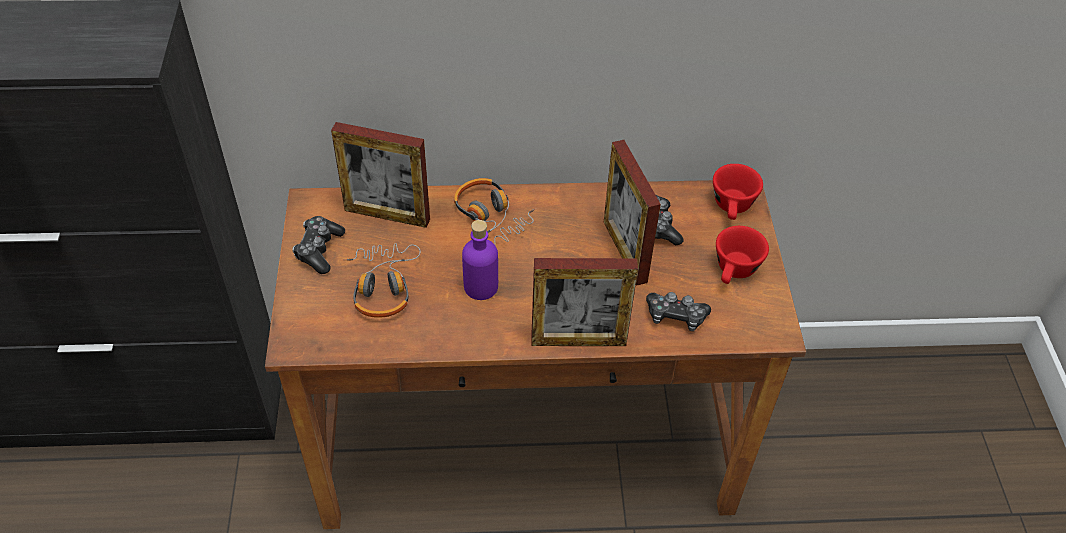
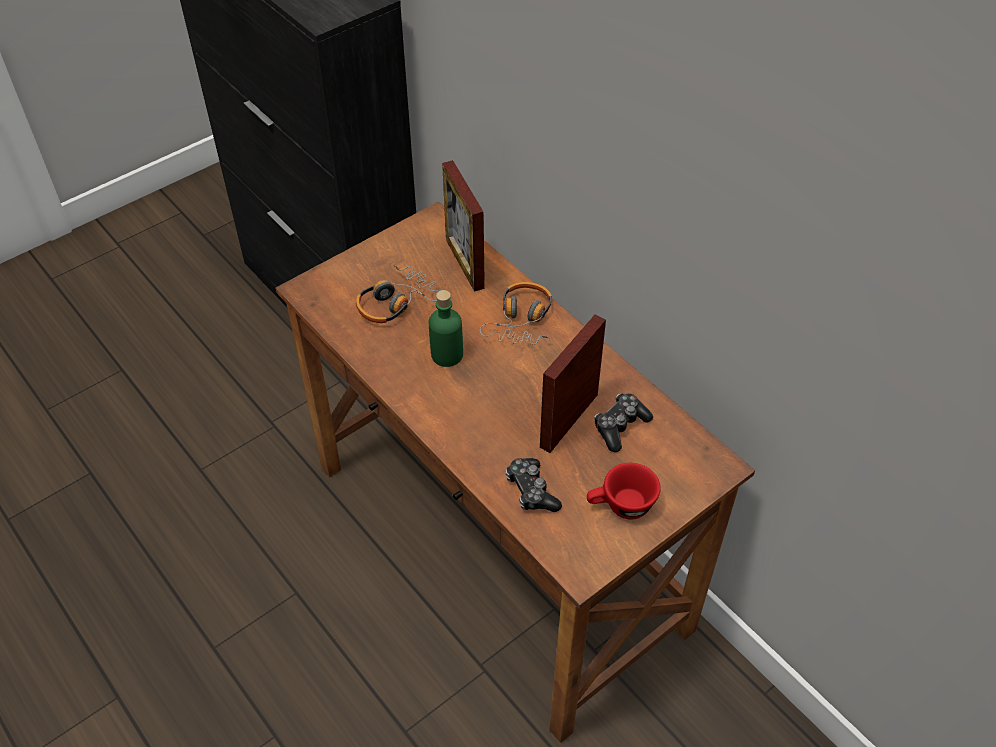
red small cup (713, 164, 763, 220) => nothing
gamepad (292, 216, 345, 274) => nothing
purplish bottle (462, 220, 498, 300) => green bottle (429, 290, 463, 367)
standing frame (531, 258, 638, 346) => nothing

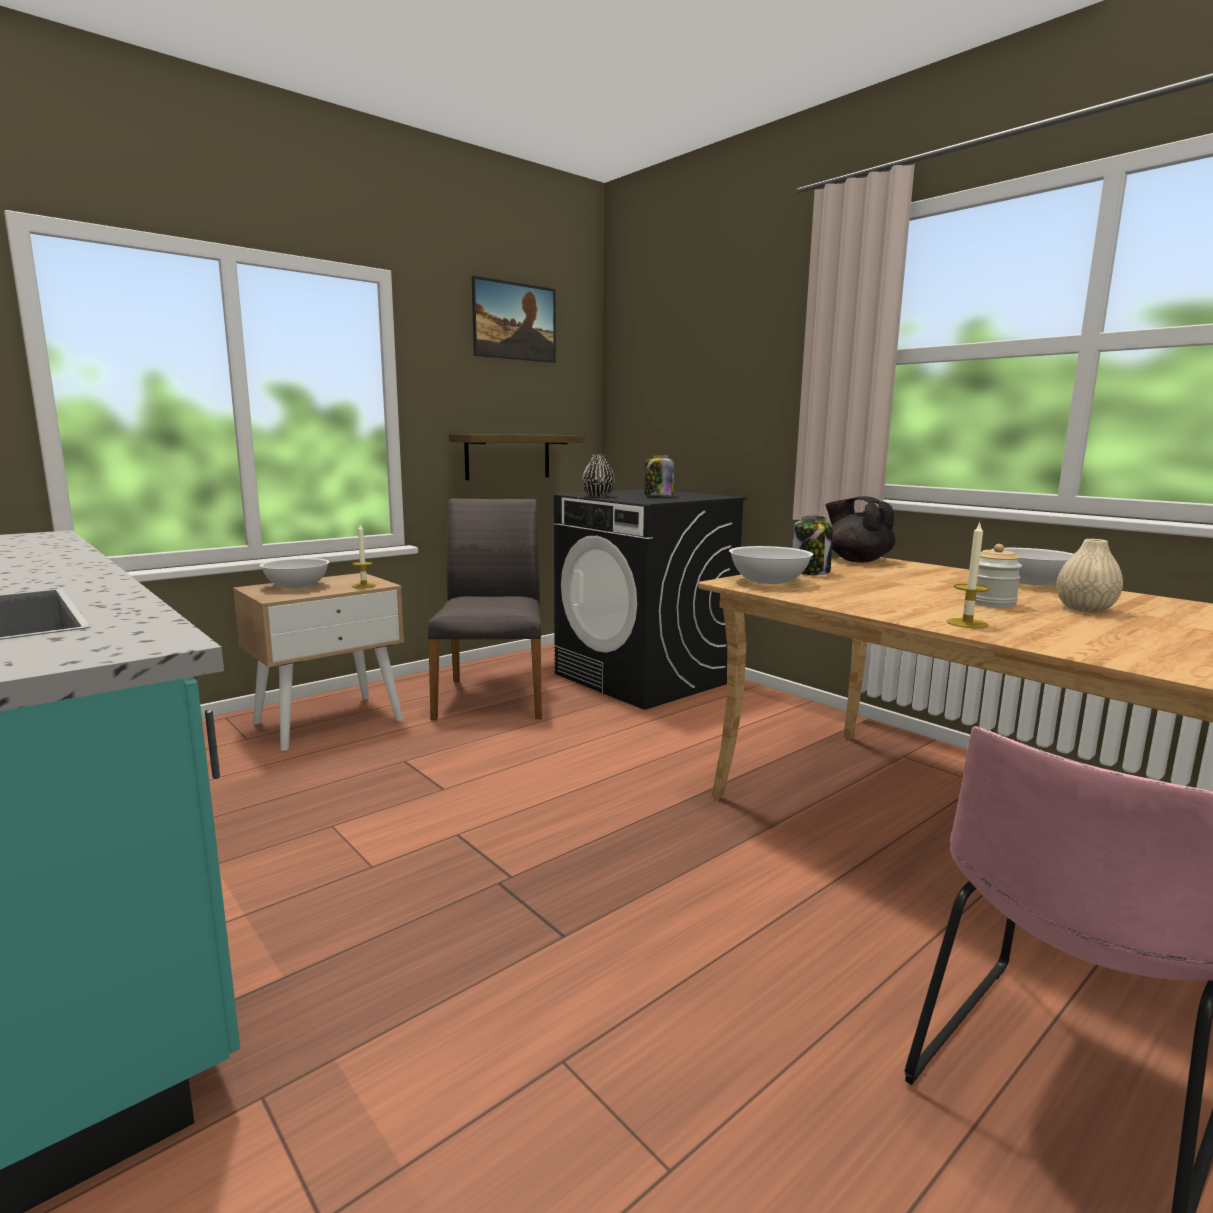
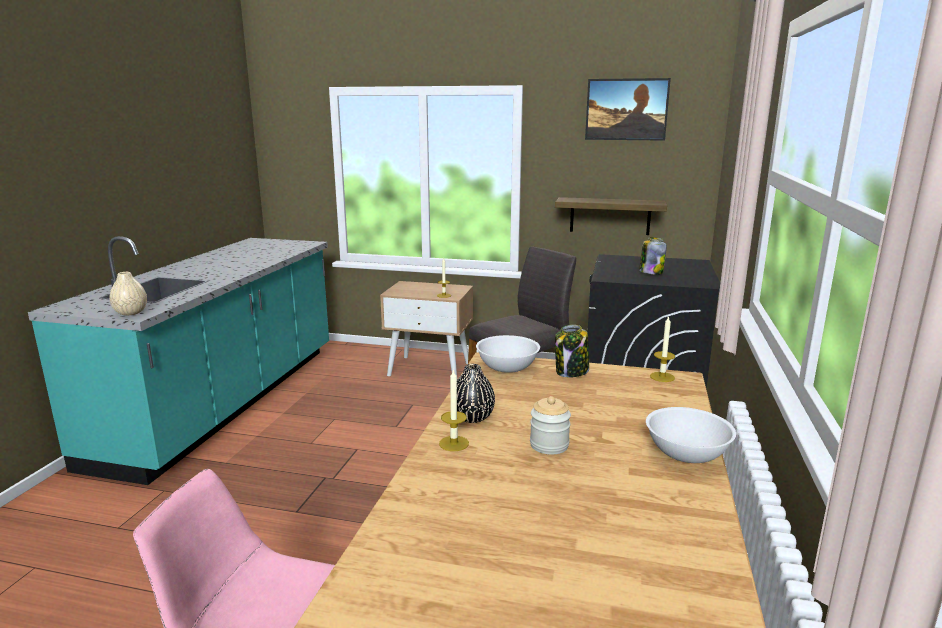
black-coloured decorative vase (582, 454, 615, 497) => black-coloured decorative vase (457, 364, 495, 423), moved
black-coloured pot for tea (825, 496, 895, 562) => candle (650, 316, 675, 382)
beige decorative vase (1056, 539, 1123, 612) => beige decorative vase (109, 272, 147, 315), moved
white-coloured deep dish (260, 558, 330, 588) => nothing

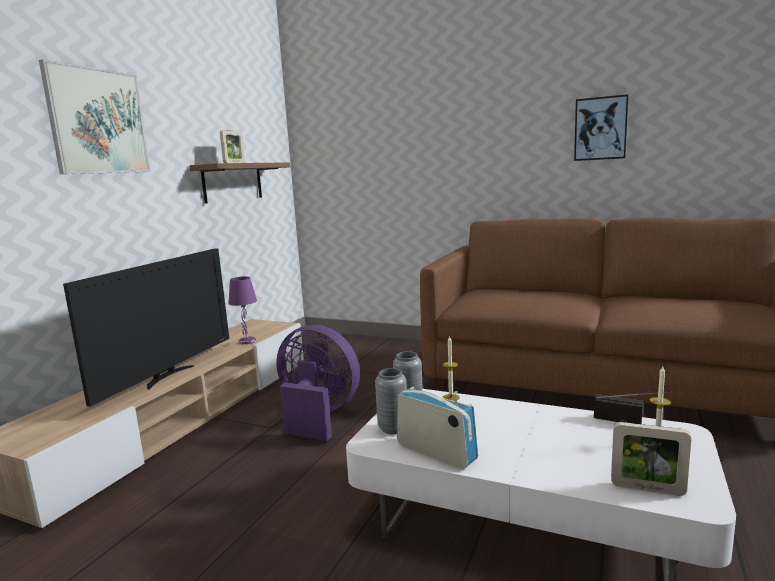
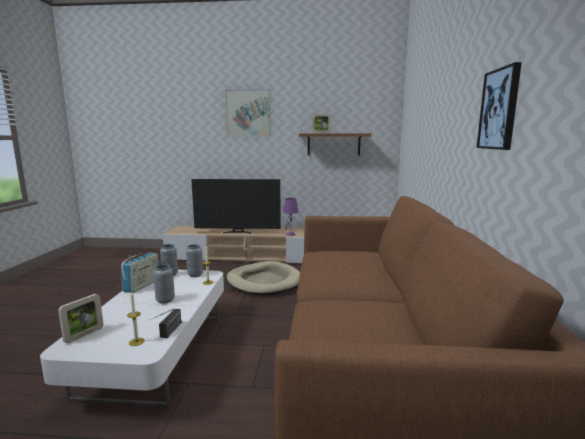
purplish cooling fan (276, 325, 360, 441) => beige dog bed (227, 261, 300, 296)
standing frame (611, 422, 691, 496) => standing frame (58, 294, 103, 343), 150 degrees counterclockwise
nothing => grey decorative vase (153, 264, 175, 304)

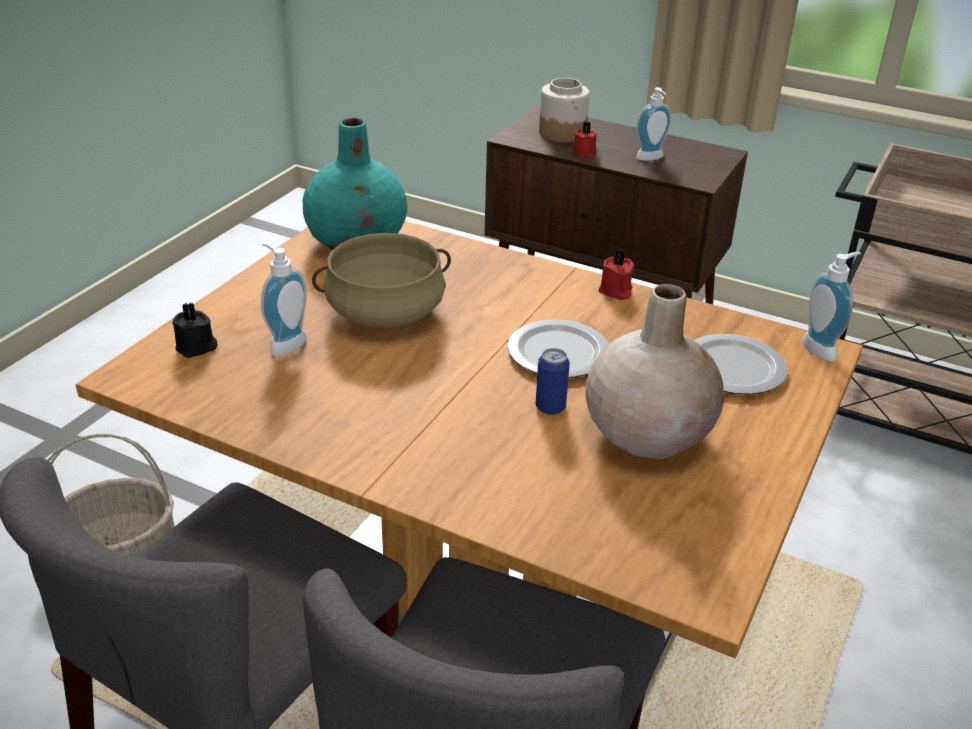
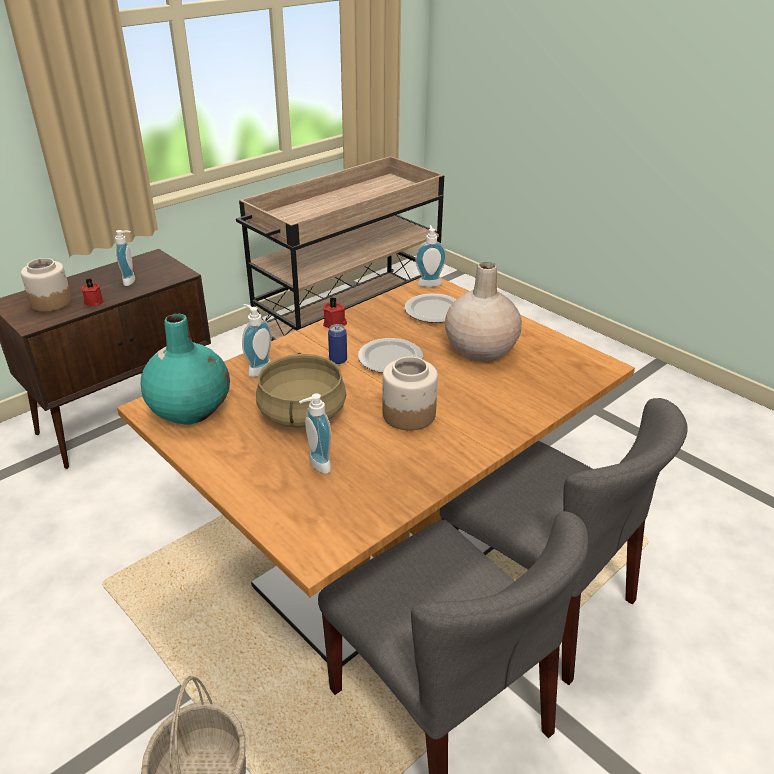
black-coloured candle (172, 303, 218, 358) => nothing
sealed can (536, 348, 570, 415) => sealed can (328, 324, 347, 364), moved
nothing => liquid soap bottle (242, 304, 272, 377)
nothing => storage jar (382, 356, 438, 430)

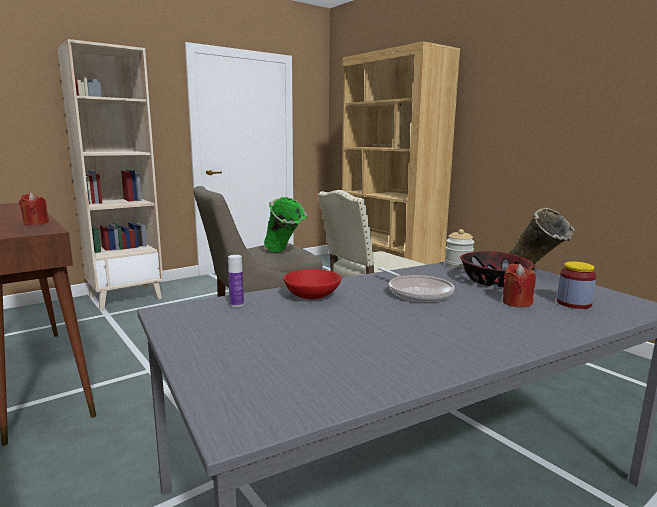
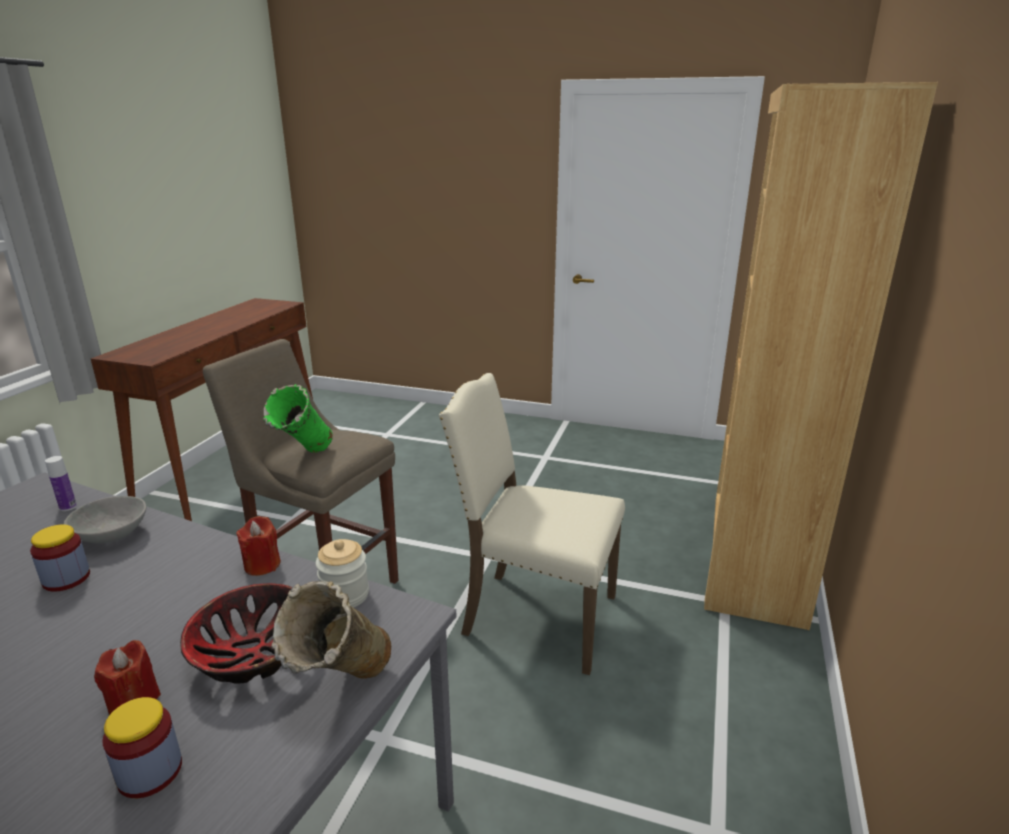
beige bookcase (57, 39, 163, 311) => nothing
red candle (19, 192, 49, 226) => red candle (236, 516, 281, 576), moved
pan (378, 267, 454, 302) => nothing
red deep dish (283, 269, 342, 299) => grey deep dish (64, 496, 146, 544)
nothing => storage jar (30, 524, 90, 592)

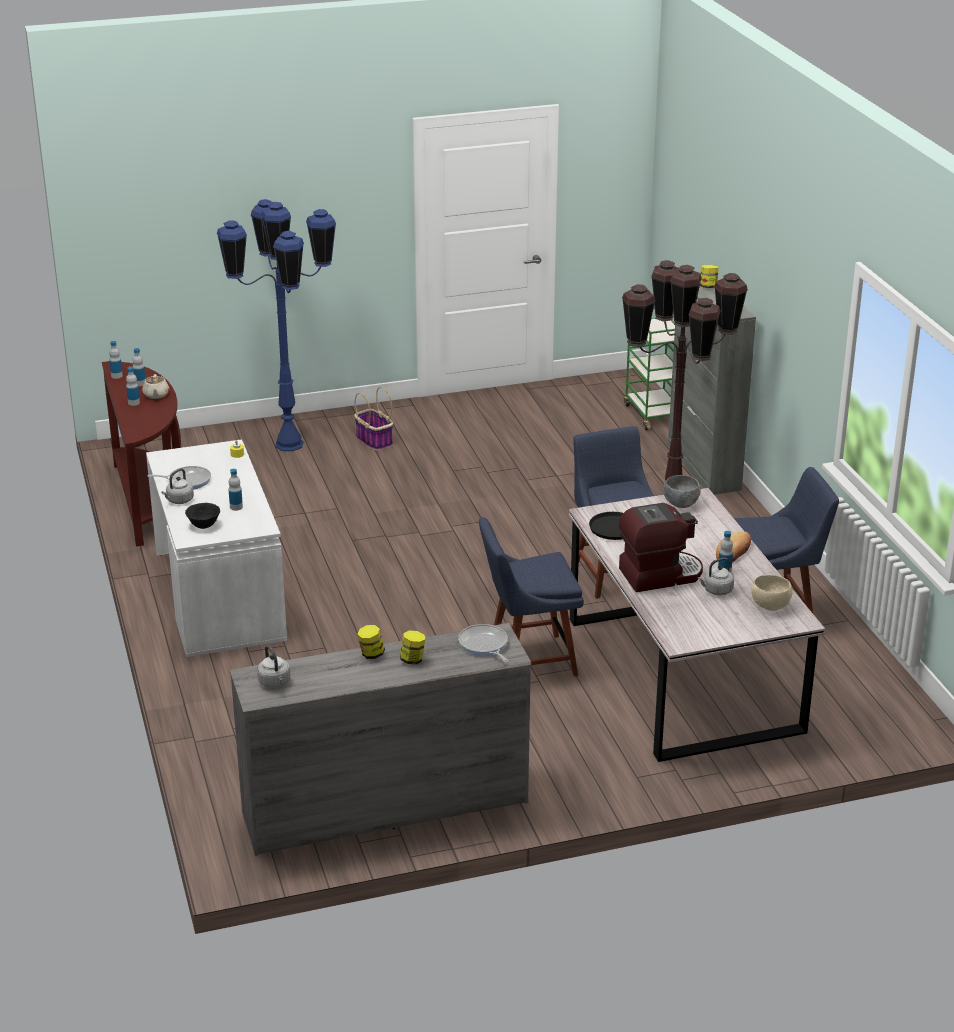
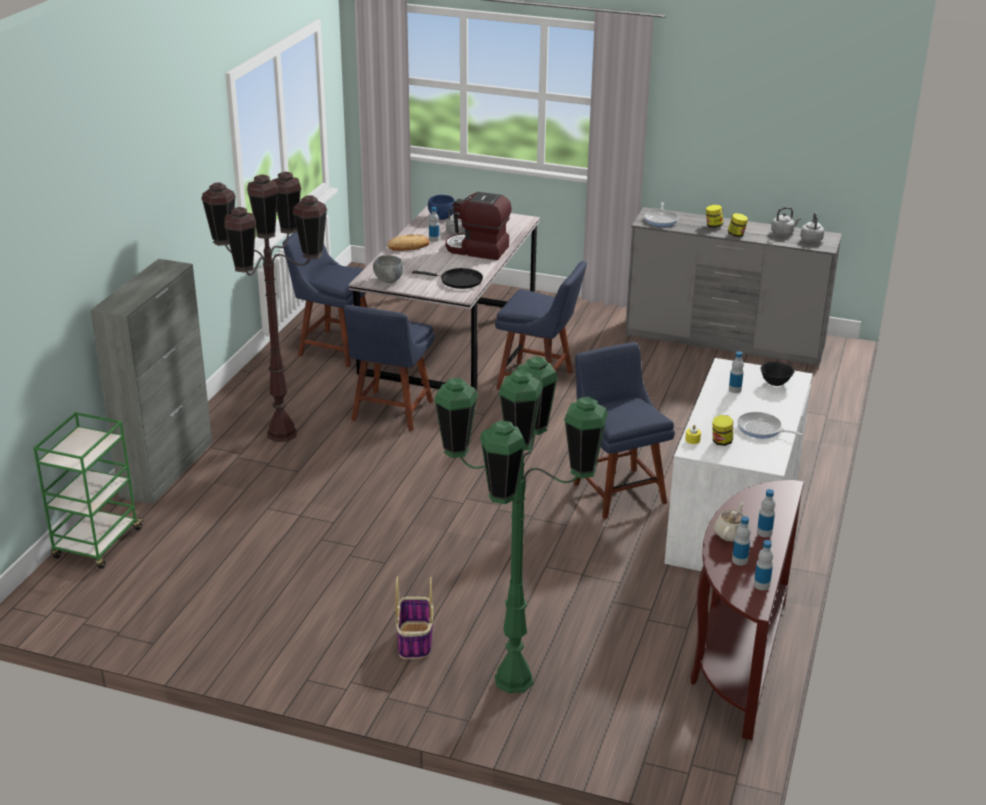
blue-coloured standing lamp (217, 199, 336, 451) => green standing lamp (434, 356, 608, 693)
storage jar (700, 265, 719, 288) => storage jar (712, 415, 733, 446), moved
grey kettle (161, 468, 194, 504) => grey kettle (771, 207, 801, 235), moved
beige deep dish (751, 575, 792, 611) => blue-coloured deep dish (428, 195, 455, 220)
nothing => blue-coloured chair (573, 342, 675, 519)

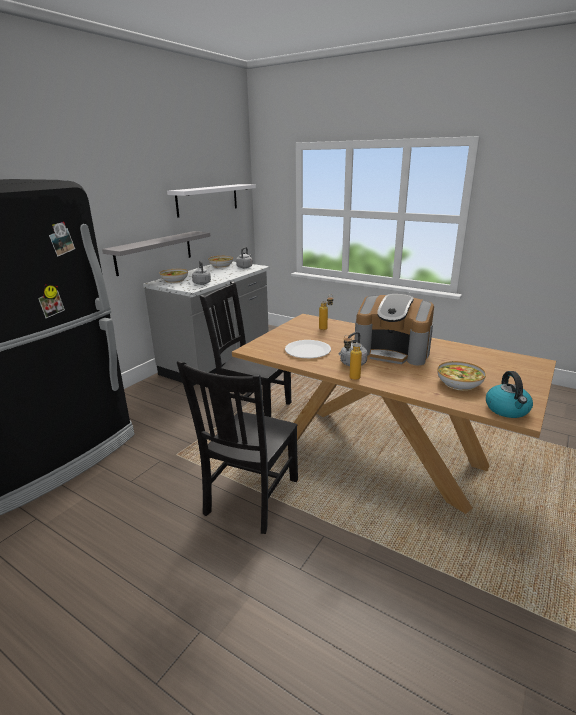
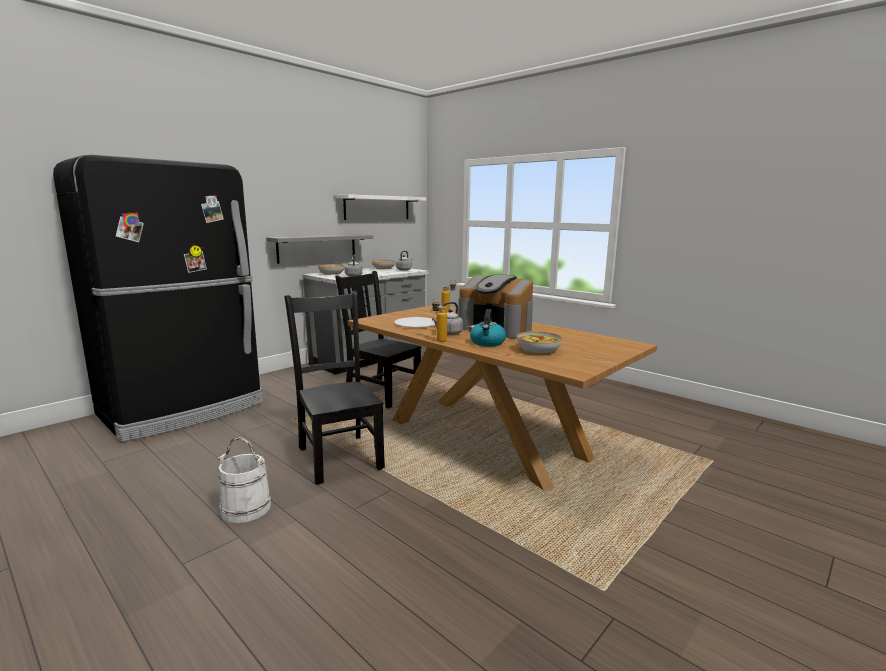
black-coloured chair (177, 361, 298, 534) => black-coloured chair (284, 291, 385, 485), 120 degrees clockwise
kettle (486, 371, 533, 418) => kettle (470, 309, 506, 346), moved
nothing => white-coloured pail (218, 437, 271, 523)

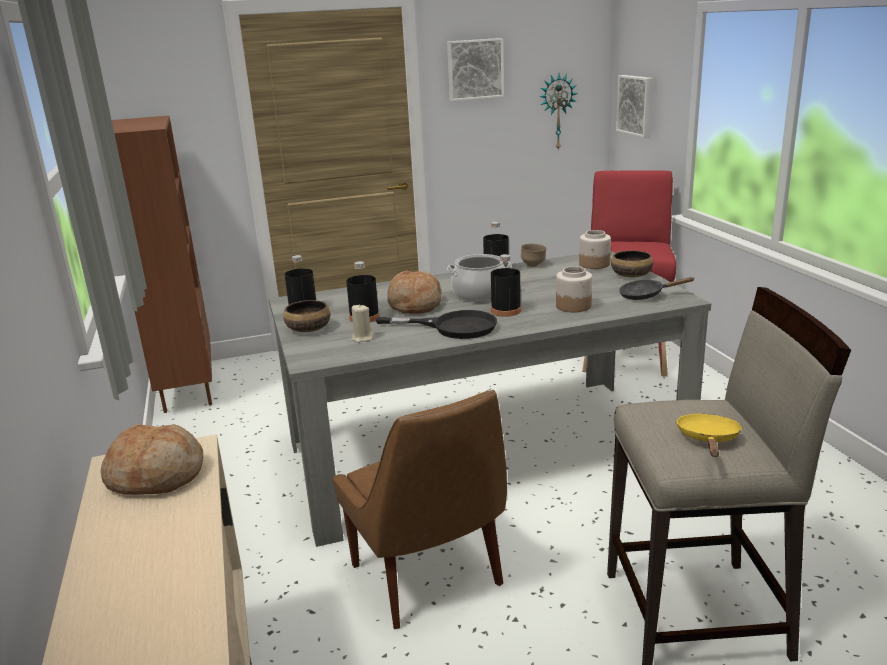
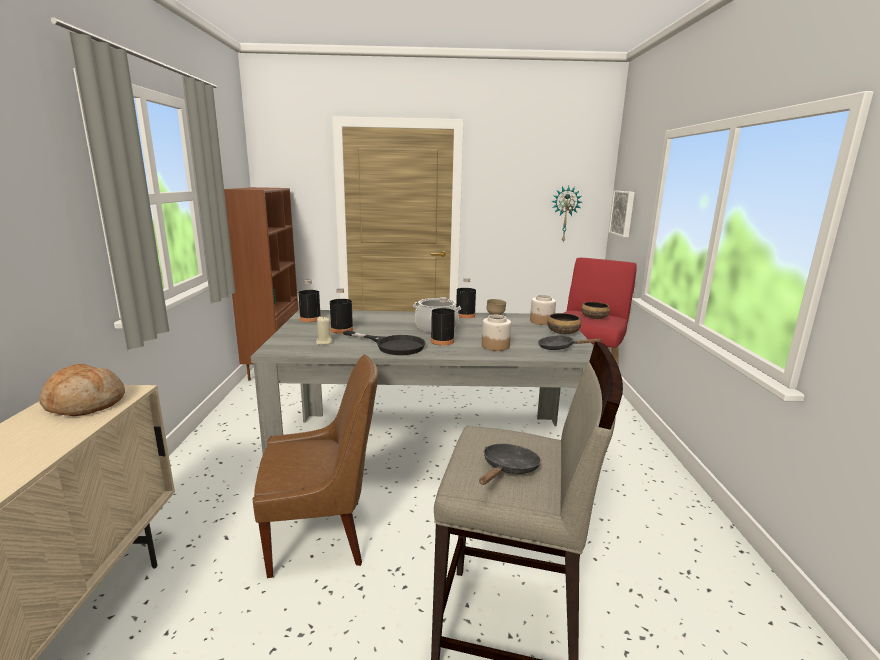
wall art (447, 38, 504, 101) => nothing
baked bread (387, 271, 441, 314) => nothing
deep dish (283, 300, 330, 332) => deep dish (581, 302, 610, 319), moved
brown-coloured chair (333, 390, 507, 629) => brown-coloured chair (252, 354, 379, 578), 90 degrees counterclockwise
yellowish pan (676, 414, 743, 457) => black-coloured pan (479, 444, 541, 485)

